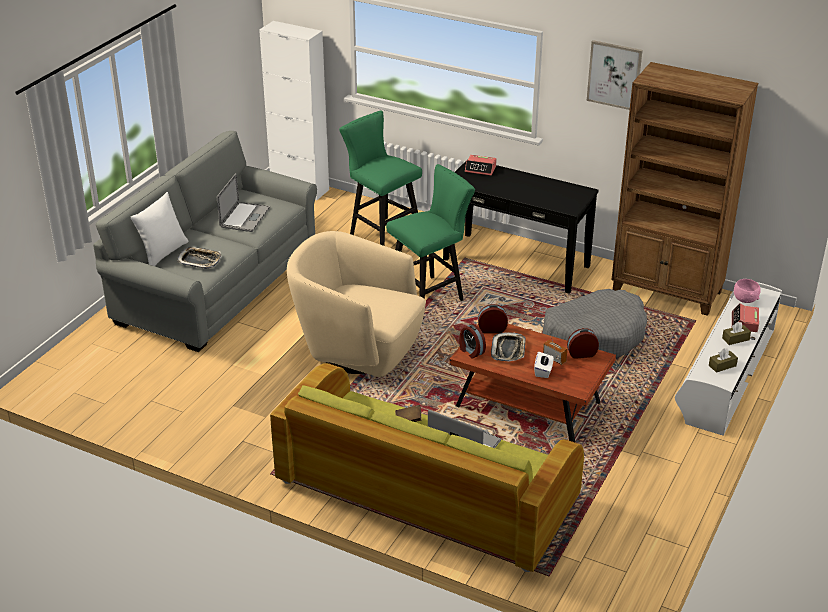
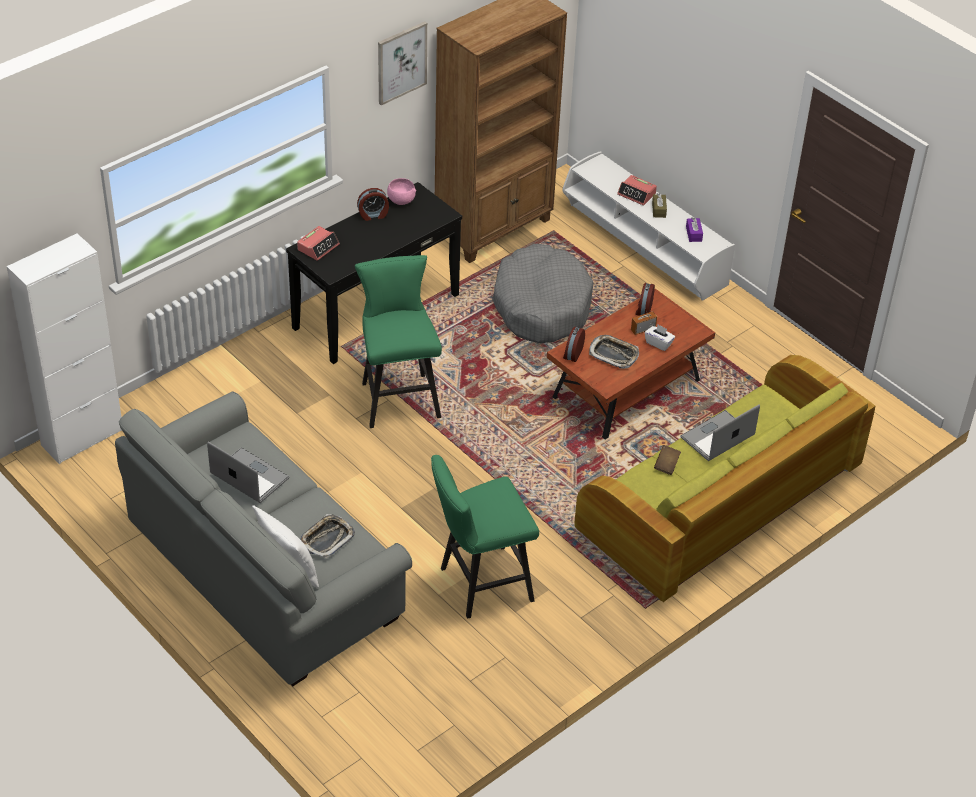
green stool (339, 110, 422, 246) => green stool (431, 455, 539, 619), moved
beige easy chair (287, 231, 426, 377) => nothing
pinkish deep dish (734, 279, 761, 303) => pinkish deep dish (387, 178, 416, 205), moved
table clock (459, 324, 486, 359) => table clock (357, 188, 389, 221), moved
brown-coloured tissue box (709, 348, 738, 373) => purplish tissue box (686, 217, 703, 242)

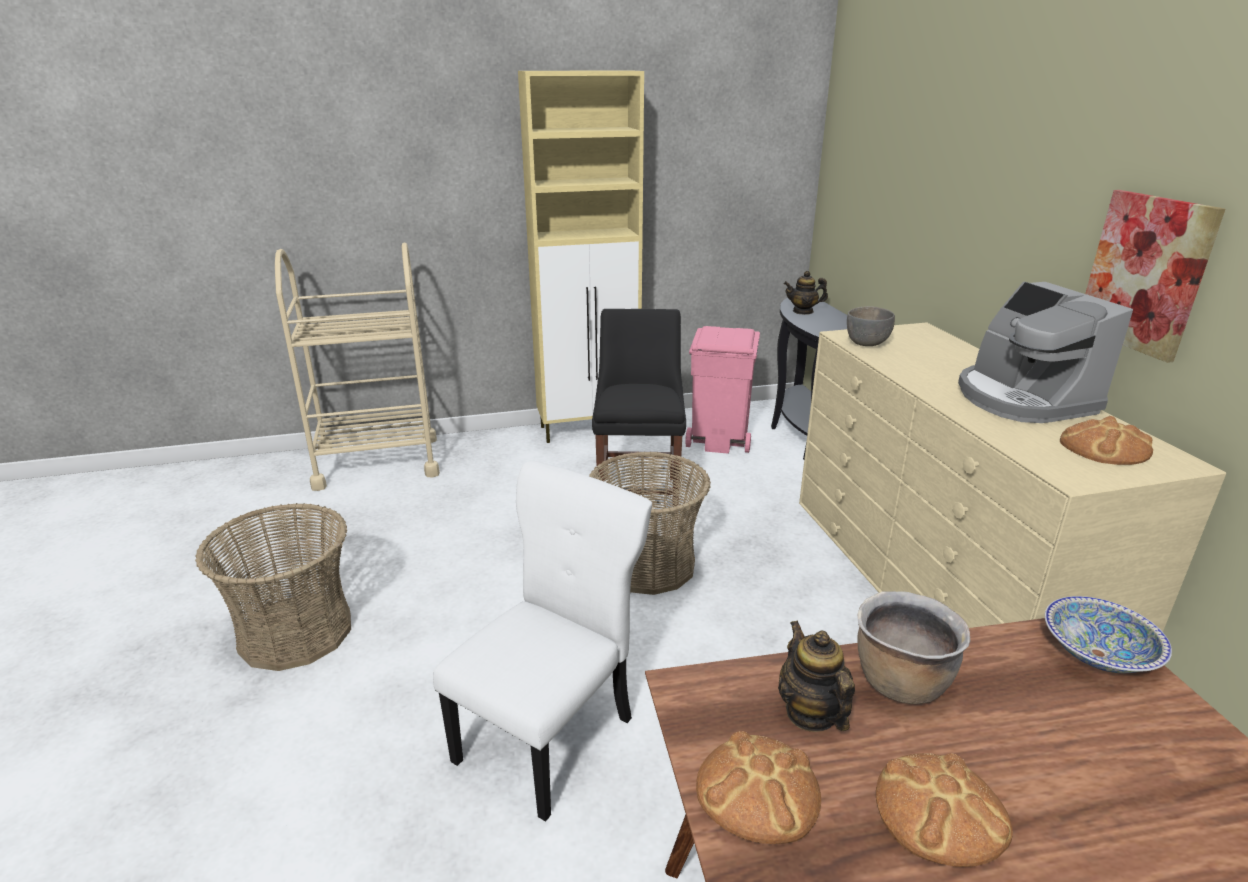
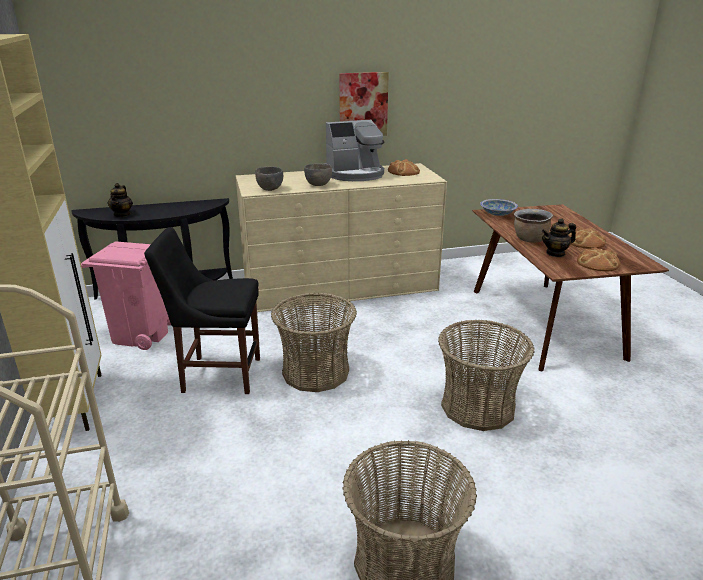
white-coloured chair (433, 461, 652, 822) => storage basket (438, 320, 534, 431)
nothing => grey deep dish (304, 164, 332, 186)

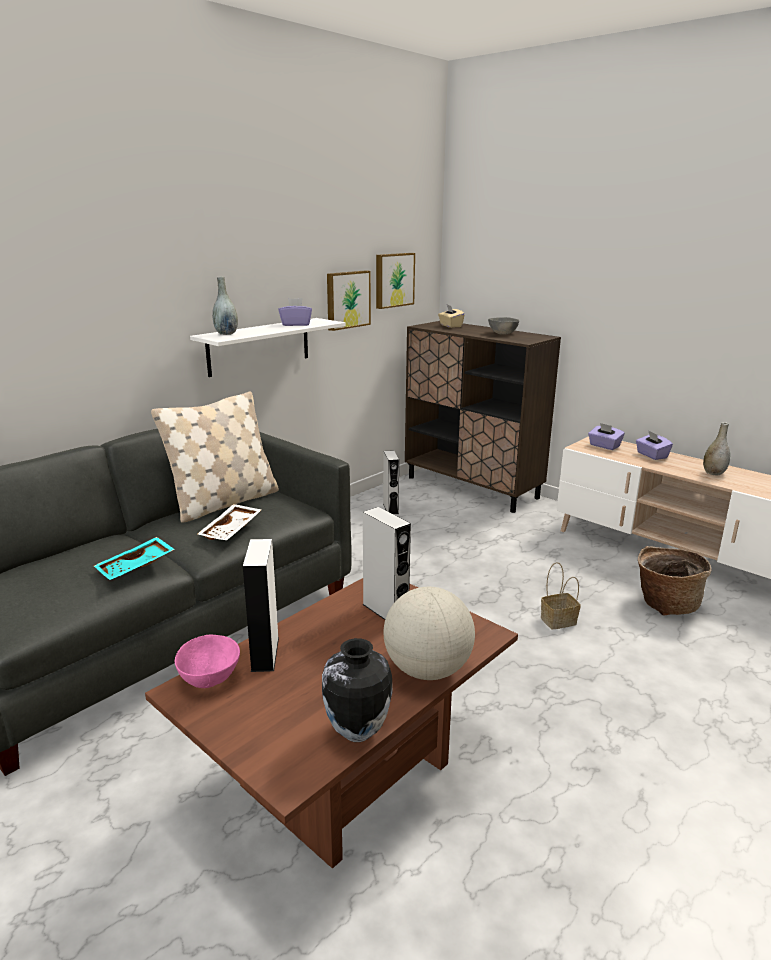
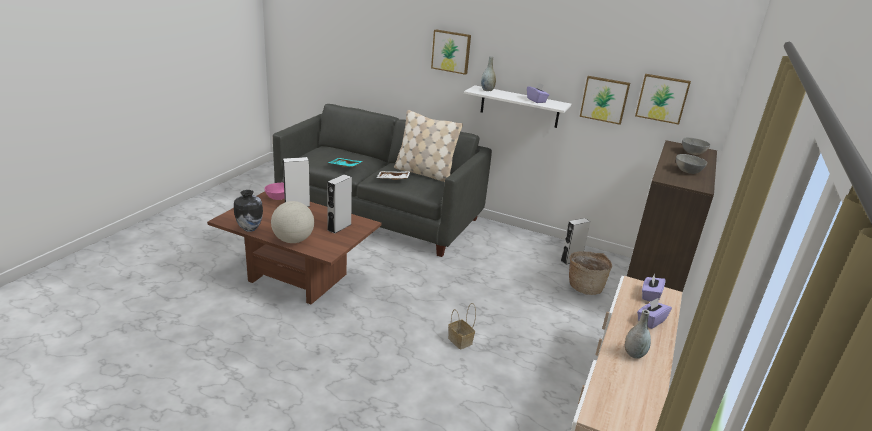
beige tissue box (438, 305, 465, 328) => grey deep dish (682, 137, 710, 155)
storage basket (638, 546, 711, 616) => storage basket (569, 252, 612, 295), moved
nothing => wall art (431, 30, 471, 75)

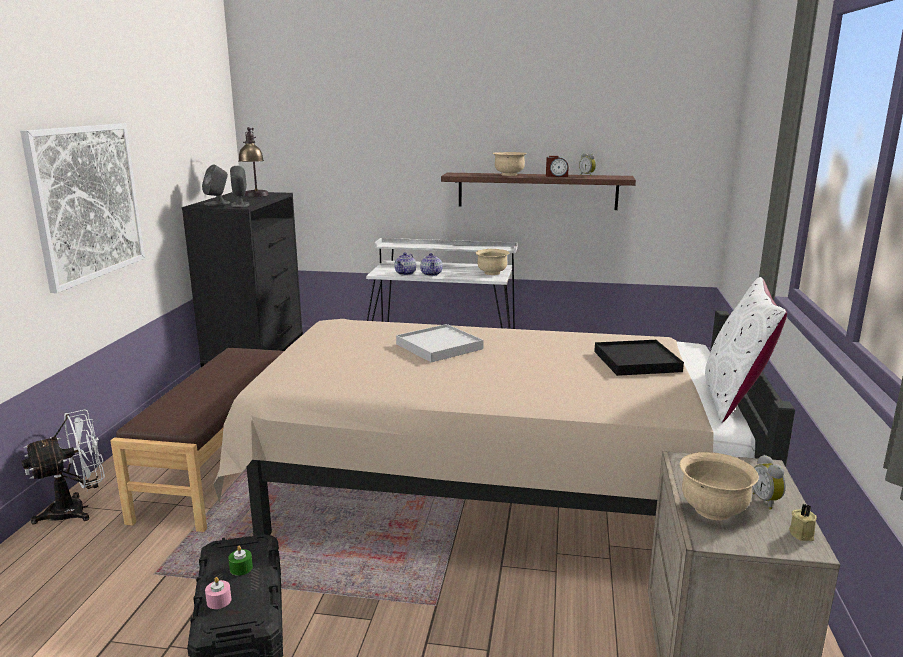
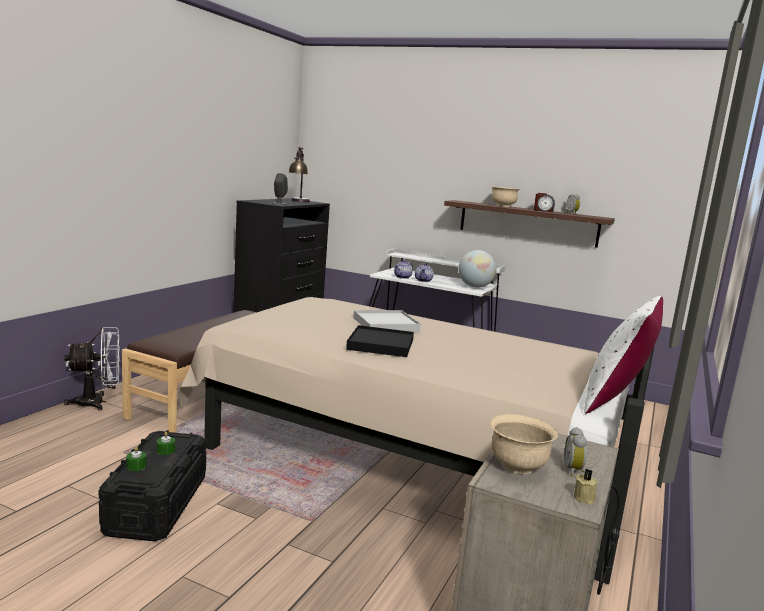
wall art (20, 123, 145, 293) => nothing
grey audio speaker (202, 165, 230, 206) => nothing
beige deep dish (475, 249, 509, 275) => desk globe (459, 250, 496, 288)
black-coloured tray (594, 340, 684, 376) => black-coloured tray (346, 325, 414, 357), moved
pinkish candle (205, 577, 231, 609) => green candle (127, 446, 146, 471)

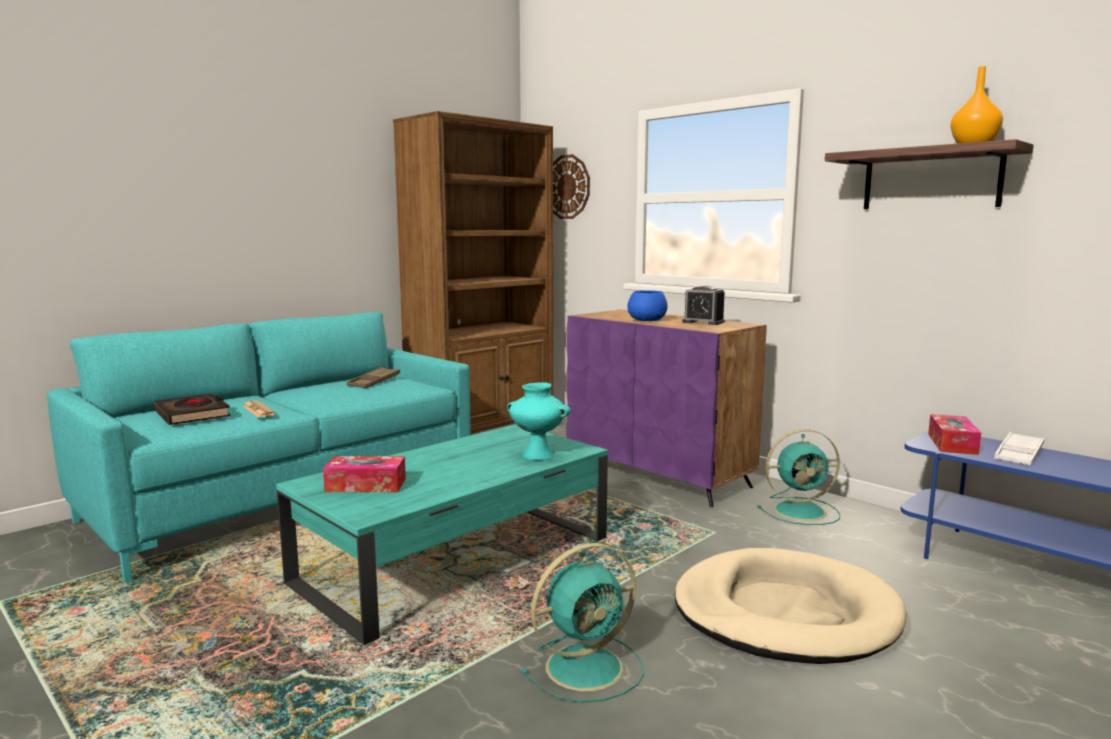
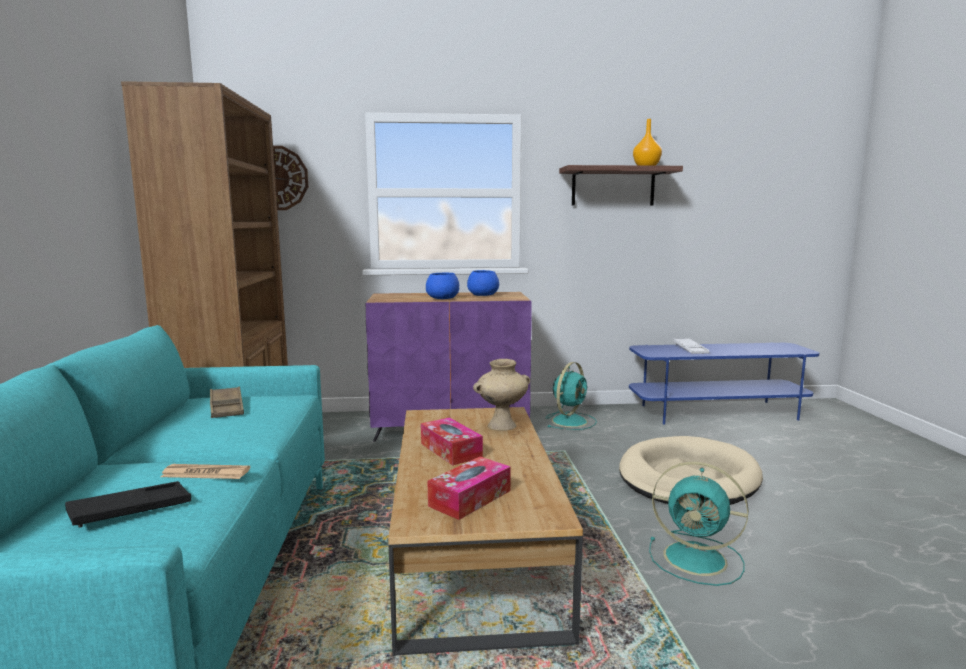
table clock (682, 286, 725, 325) => blue-coloured deep dish (467, 270, 499, 296)
blue-green decorative vase (507, 383, 571, 460) => beige decorative vase (473, 359, 530, 431)
black-coloured book (154, 394, 231, 425) => black-coloured tray (65, 481, 191, 528)
tissue box (928, 414, 981, 455) => tissue box (421, 417, 483, 466), moved
blue-green lounge table (276, 424, 608, 645) => brown-coloured lounge table (388, 407, 583, 656)
blue-green cooling fan (521, 543, 644, 703) => blue-green cooling fan (649, 462, 749, 586), 105 degrees clockwise

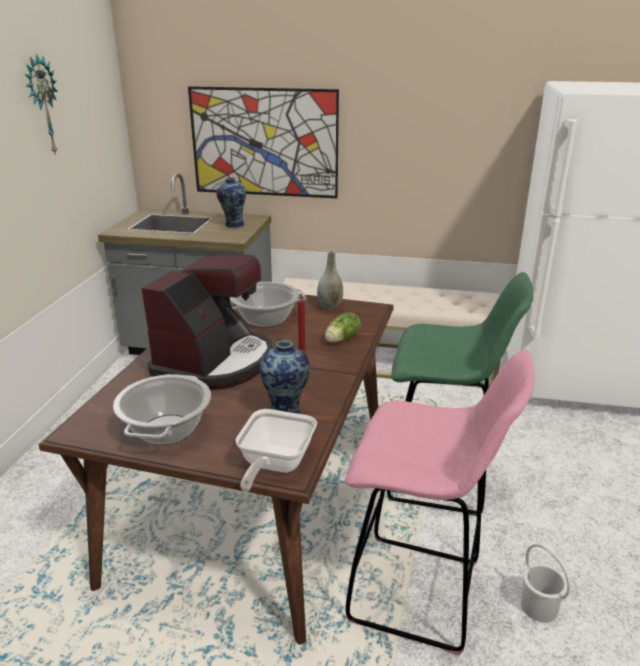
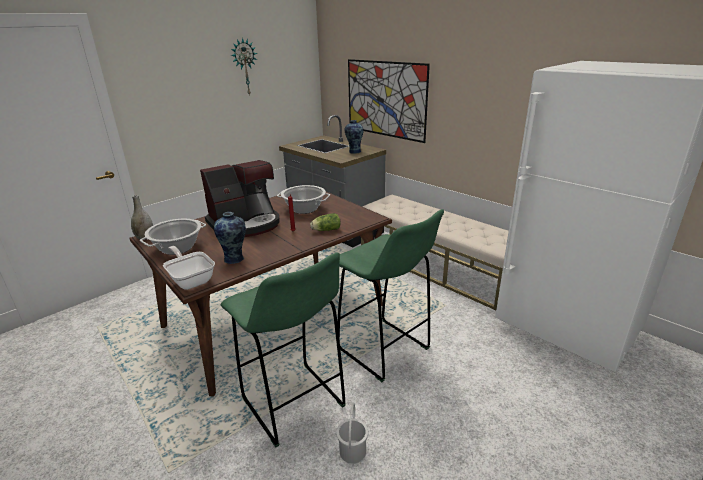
grey decorative vase (317, 250, 343, 310) => grey decorative vase (131, 195, 153, 240), moved
pinkish stool (345, 349, 535, 655) => green stool (221, 253, 346, 448)
pan (235, 409, 317, 492) => pan (163, 246, 215, 290), 90 degrees clockwise

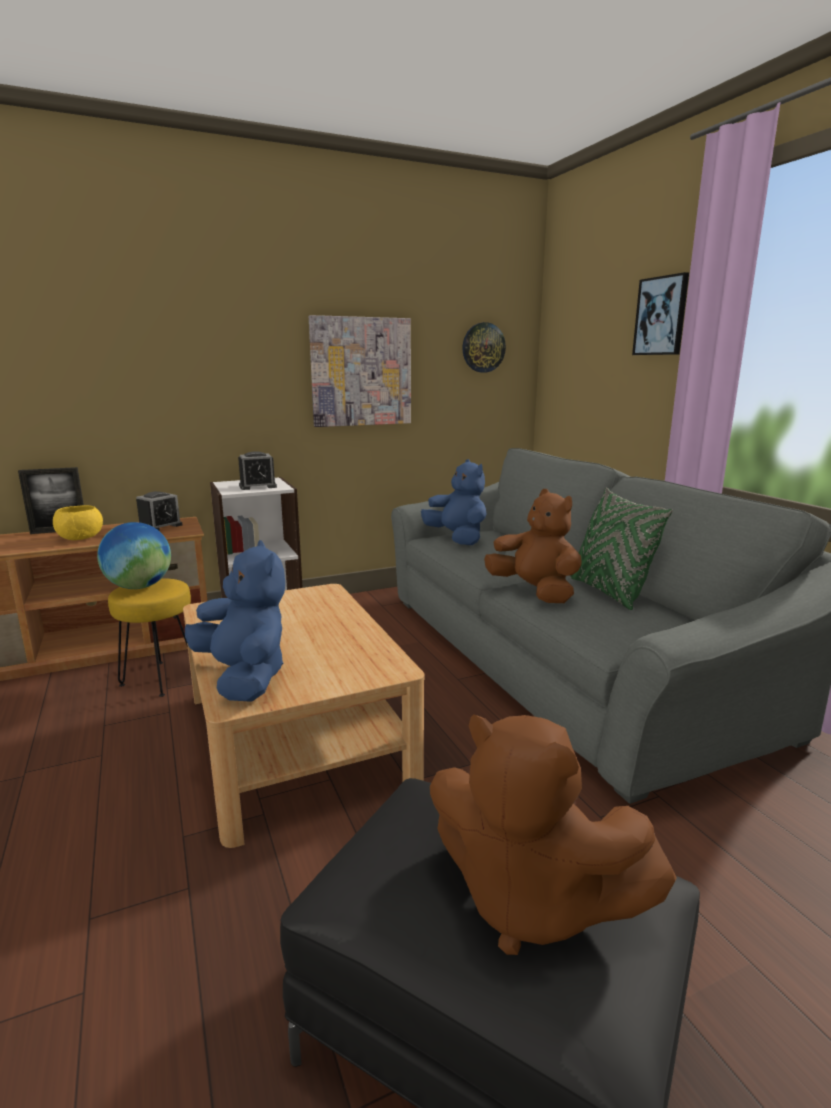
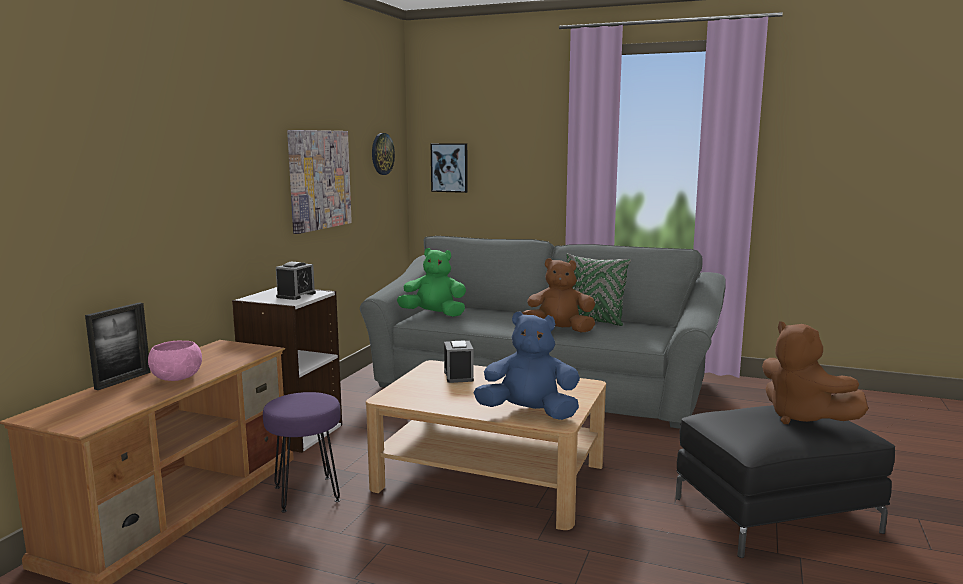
wall art (632, 272, 689, 355) => wall art (431, 143, 468, 193), moved
blue-coloured soft toy (421, 459, 486, 545) => green soft toy (397, 248, 466, 317)
table clock (136, 491, 182, 531) => table clock (444, 340, 474, 383), moved
yellowish deep dish (53, 505, 103, 540) => pinkish deep dish (148, 341, 202, 381)
desk globe (97, 522, 171, 589) => nothing
yellowish stool (108, 578, 191, 697) => purplish stool (263, 392, 341, 513)
brown-coloured soft toy (430, 714, 677, 955) => brown-coloured soft toy (762, 321, 868, 424), 75 degrees clockwise

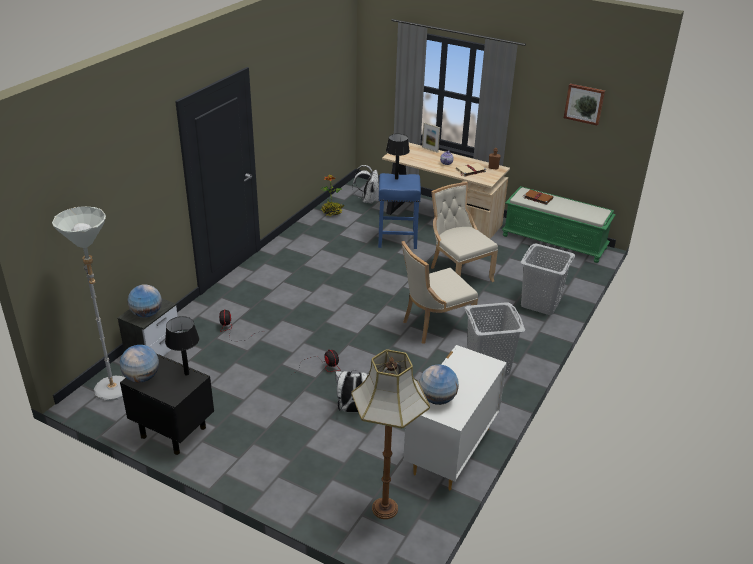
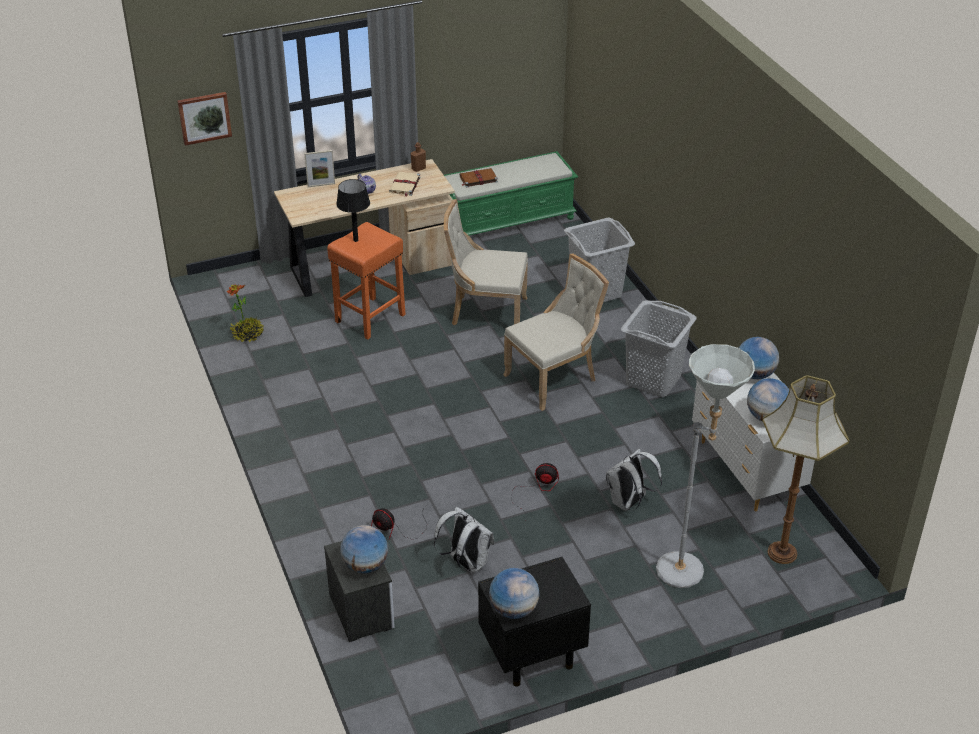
wall art (564, 84, 605, 126) => wall art (178, 92, 232, 145), moved
white-coloured knapsack (352, 165, 379, 204) => white-coloured knapsack (434, 507, 495, 573), moved
blue-coloured stool (378, 173, 421, 249) => orange stool (327, 222, 406, 340)
grey standing lamp (52, 206, 125, 401) => grey standing lamp (656, 344, 755, 588), moved
beige chair (402, 241, 478, 344) => beige chair (503, 253, 609, 411), 135 degrees counterclockwise
black-coloured tabletop lamp (165, 316, 199, 376) => nothing
nothing => desk globe (739, 337, 779, 379)

